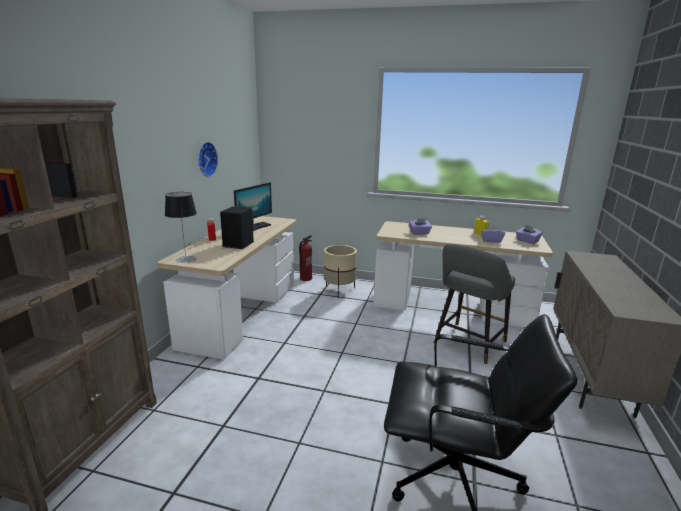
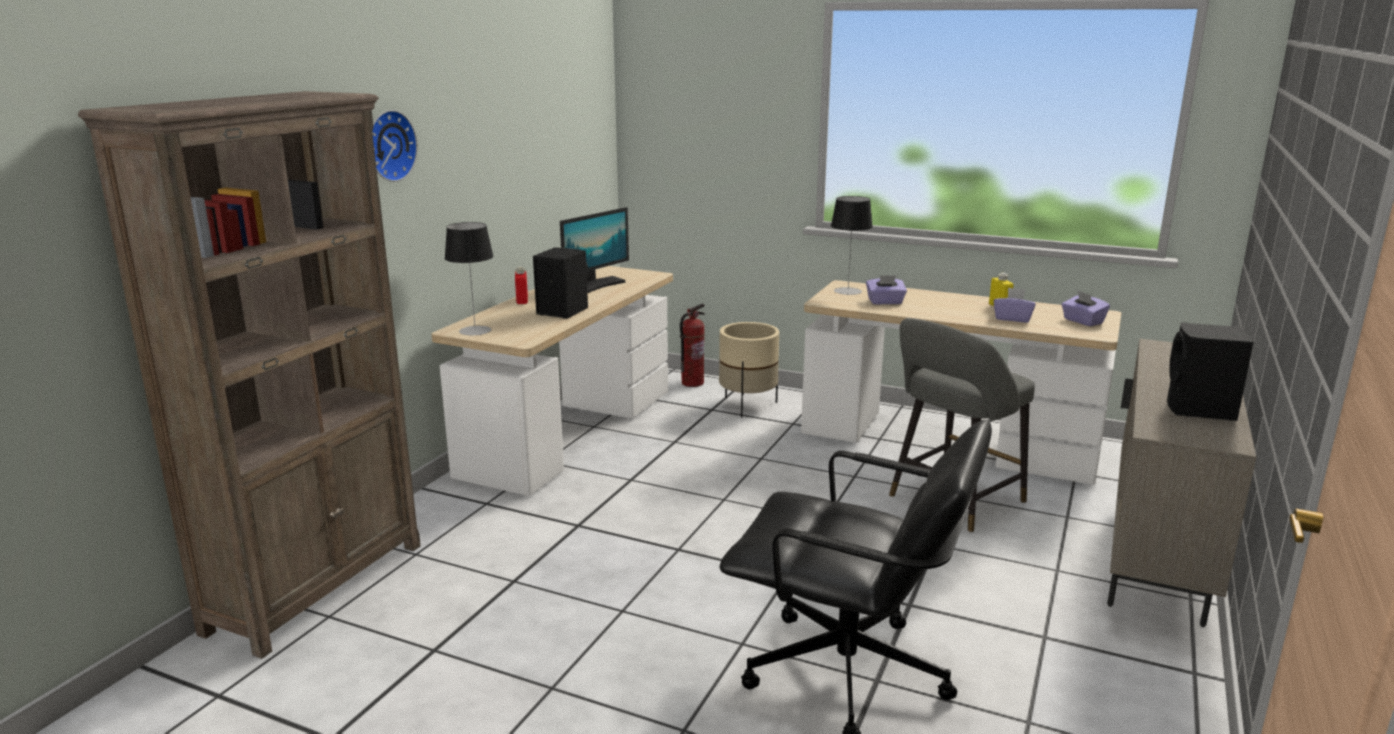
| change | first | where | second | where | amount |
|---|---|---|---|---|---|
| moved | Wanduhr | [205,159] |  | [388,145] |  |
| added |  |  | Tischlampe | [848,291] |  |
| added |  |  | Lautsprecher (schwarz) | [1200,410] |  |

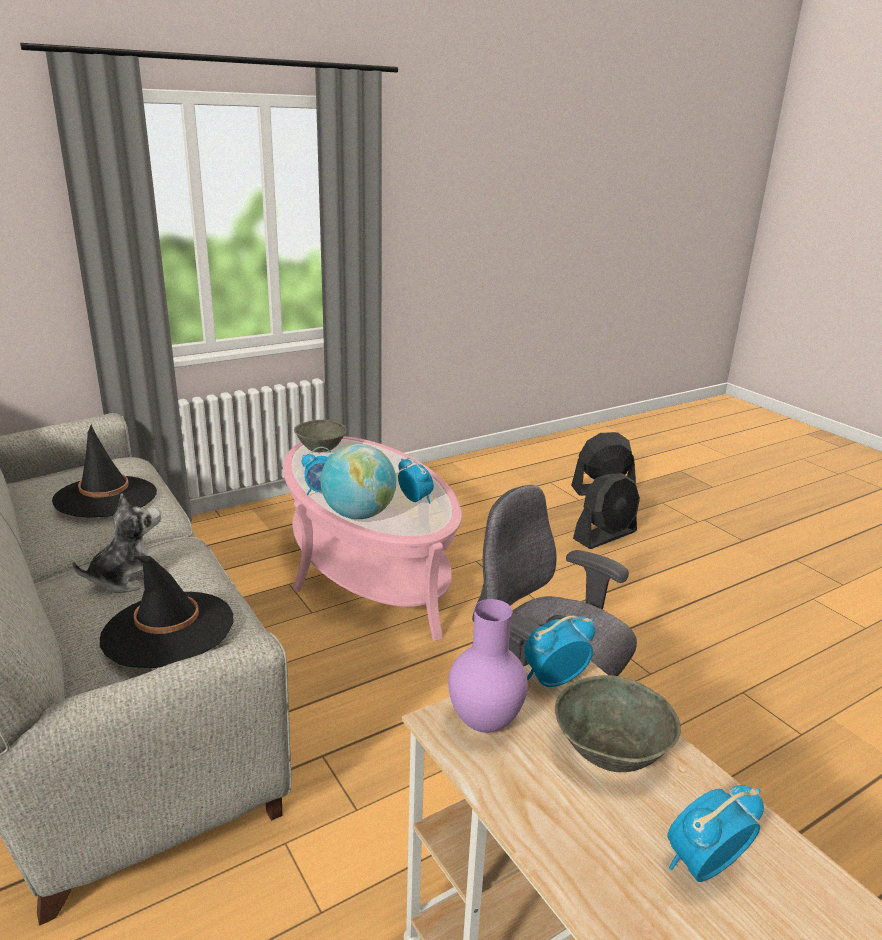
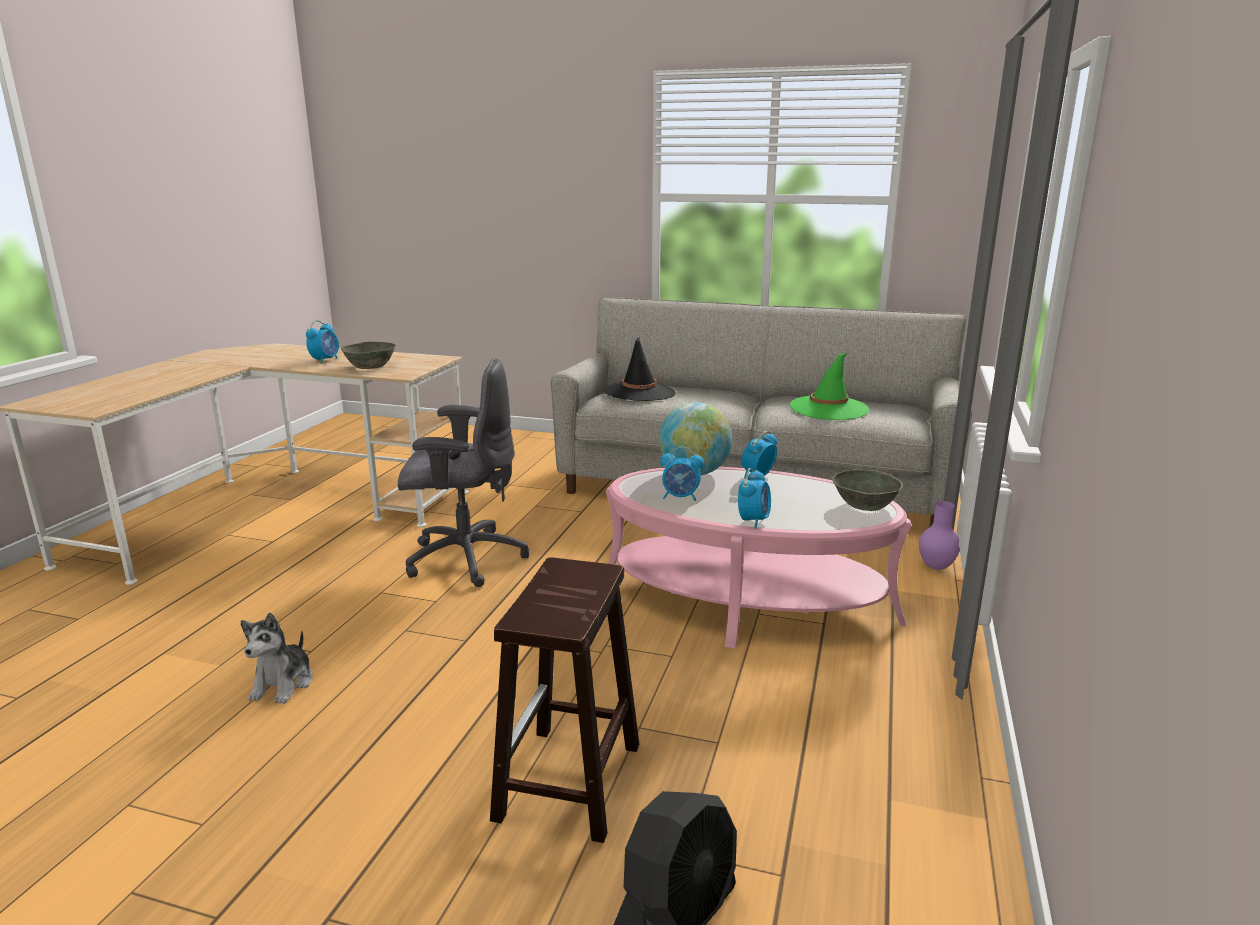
| change | first | where | second | where | amount |
|---|---|---|---|---|---|
| recoloured | Hut (schwarz) | [105,497] | Hut (grün) | [828,408] |  |
| moved | Plüschtier | [127,578] |  | [283,684] |  |
| moved | Vase (lila) | [485,721] |  | [937,567] |  |
| moved | Wecker | [553,680] |  | [753,521] |  |
| replaced | Ventilator (schwarz) | [605,535] | Hocker (braun) | [569,783] |  |

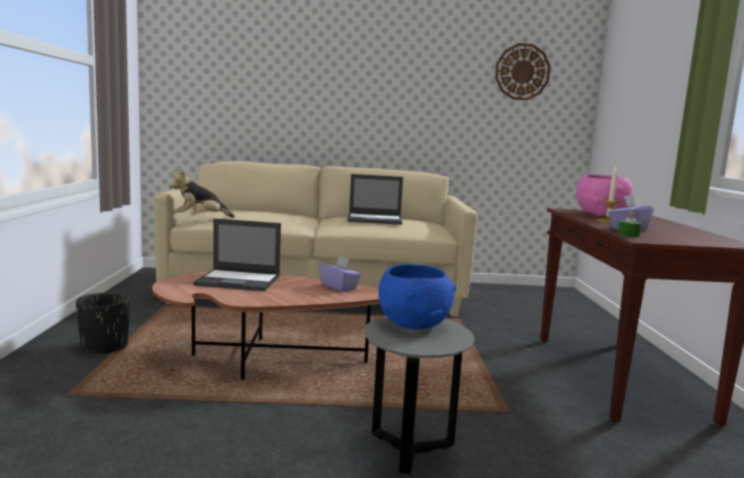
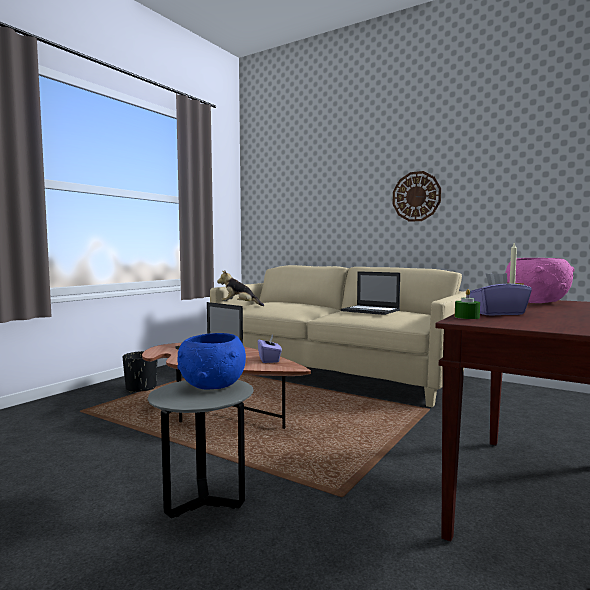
| change | first | where | second | where | amount |
|---|---|---|---|---|---|
| moved | Wanduhr | [522,72] |  | [416,196] |  |

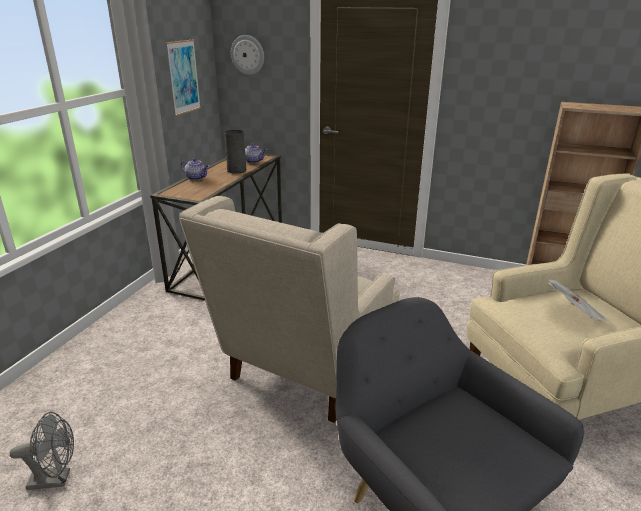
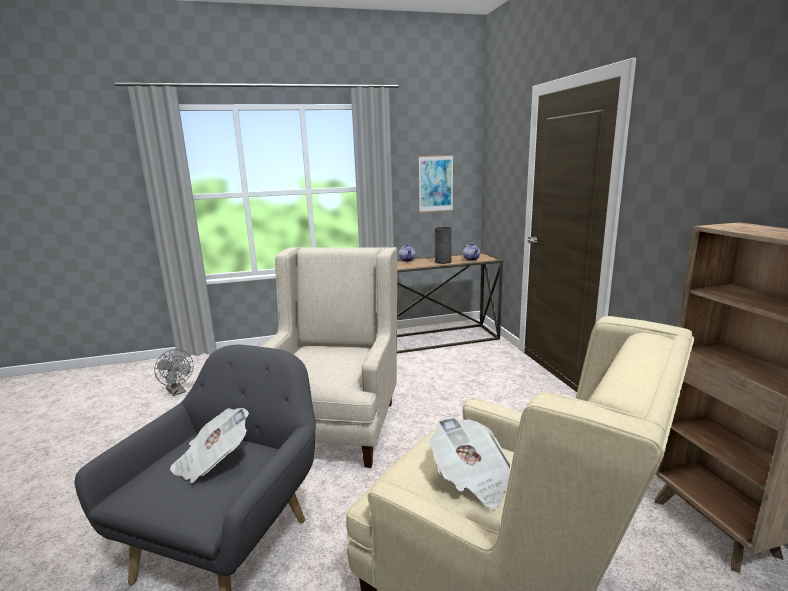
| change | first | where | second | where | amount |
|---|---|---|---|---|---|
| turned | Sessel (beige) | [305,372] |  | [334,421] | 105 degrees clockwise |
| removed | Wanduhr | [248,55] |  |  |  |
| added |  |  | Zeitung | [213,461] |  |

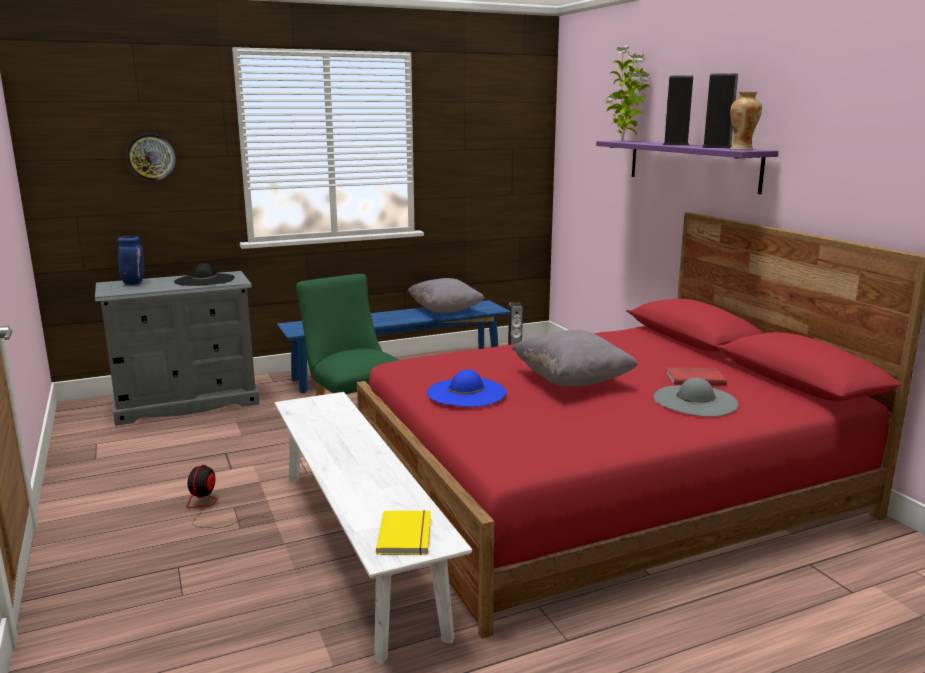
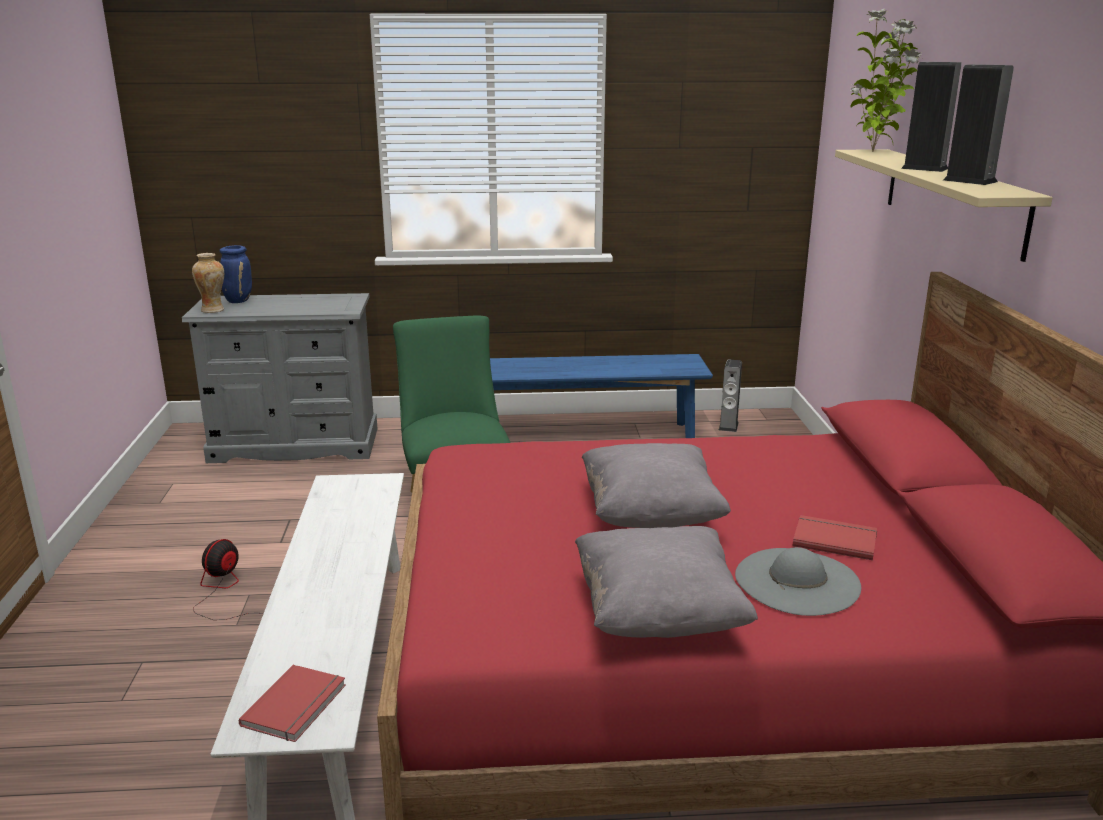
| change | first | where | second | where | amount |
|---|---|---|---|---|---|
| removed | Wanduhr | [151,157] |  |  |  |
| removed | Hut (schwarz) | [204,280] |  |  |  |
| recoloured | Buch (gelb) | [407,535] | Buch (rot) | [297,706] |  |
| moved | Kissen (grau) | [445,310] |  | [658,615] |  |
| removed | Hut (blau) | [466,392] |  |  |  |
| recoloured | Wandregal (lila) | [691,164] | Wandregal (beige) | [952,199] |  |
| moved | Vase | [742,150] |  | [213,310] |  |

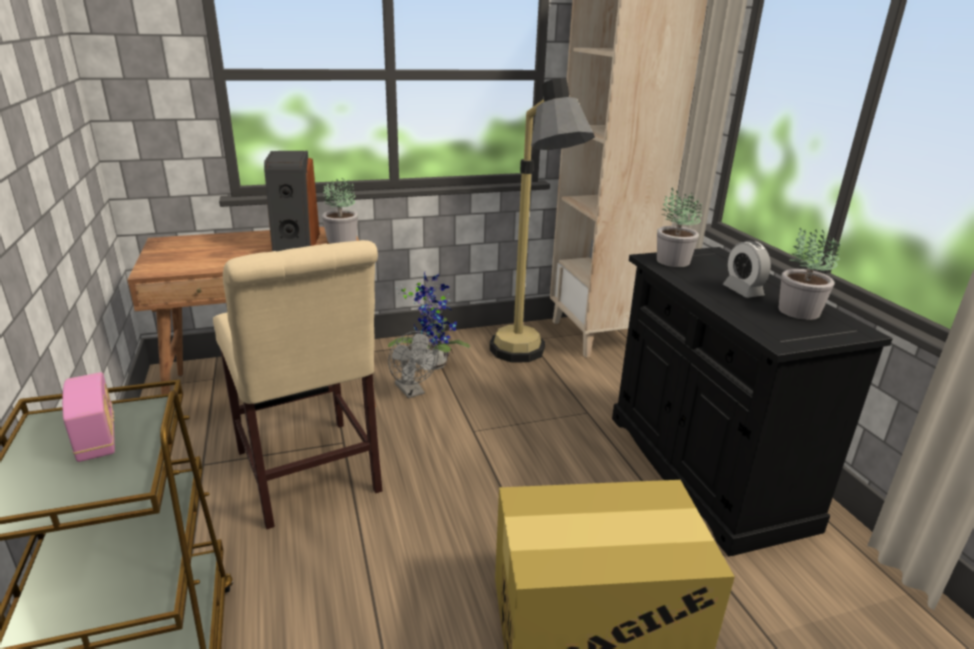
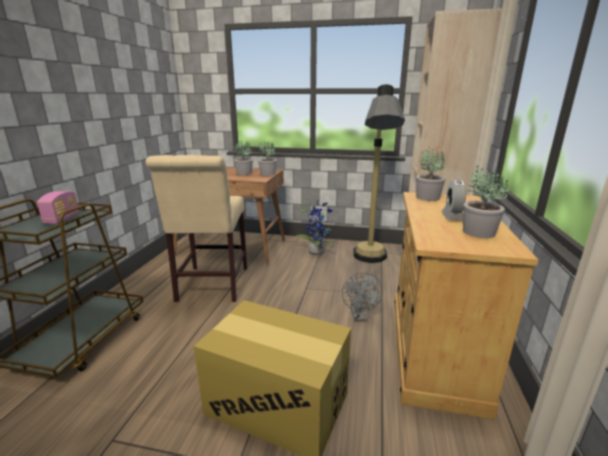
| change | first | where | second | where | amount |
|---|---|---|---|---|---|
| replaced | Lautsprecher | [295,245] | Topfpflanze | [244,173] |  |
| moved | Ventilator (grau) | [412,392] |  | [359,316] |  |
| recoloured | Schrank (schwarz) | [704,469] | Schrank (beige) | [433,348] |  |

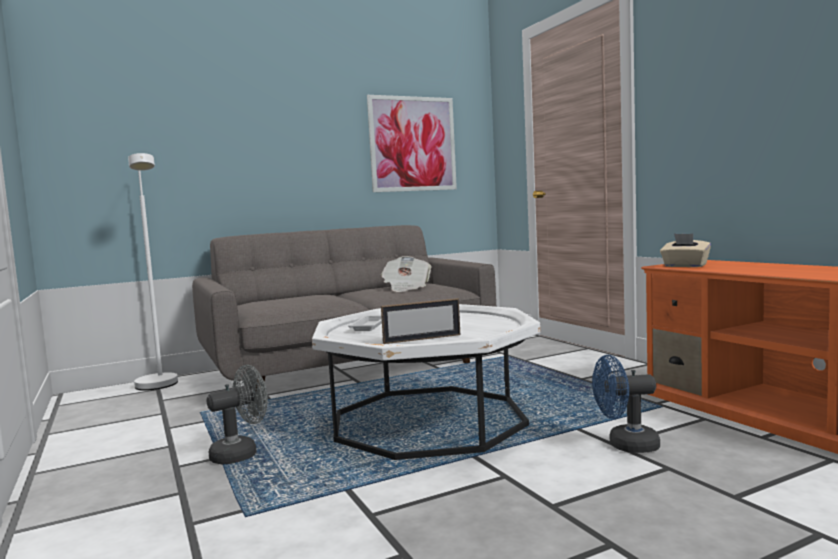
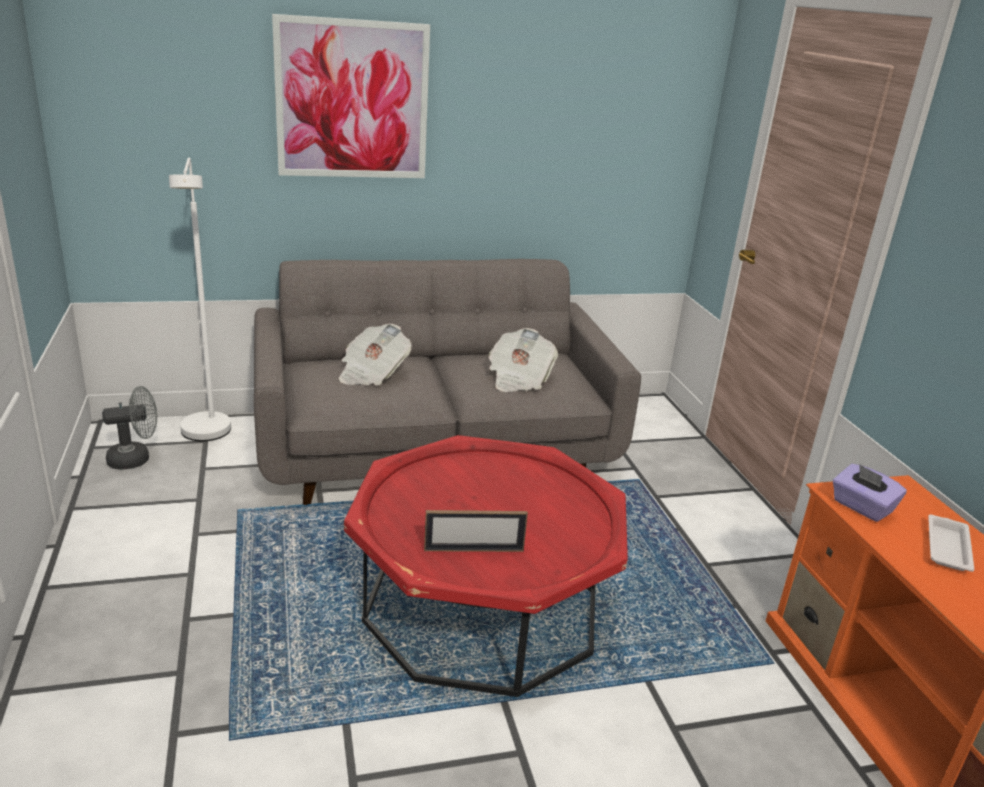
| change | first | where | second | where | amount |
|---|---|---|---|---|---|
| moved | Ventilator (grau) | [241,453] |  | [136,459] |  |
| recoloured | Couchtisch (weiß) | [428,420] | Couchtisch (rot) | [482,606] |  |
| moved | Tablett (weiß) | [369,326] |  | [947,547] |  |
| moved | Bild | [412,144] |  | [352,100] |  |
| removed | Ventilator (blau) | [625,445] |  |  |  |
| recoloured | Taschentuchbox (beige) | [685,266] | Taschentuchbox (lila) | [861,507] |  |
| added |  |  | Zeitung | [372,373] |  |

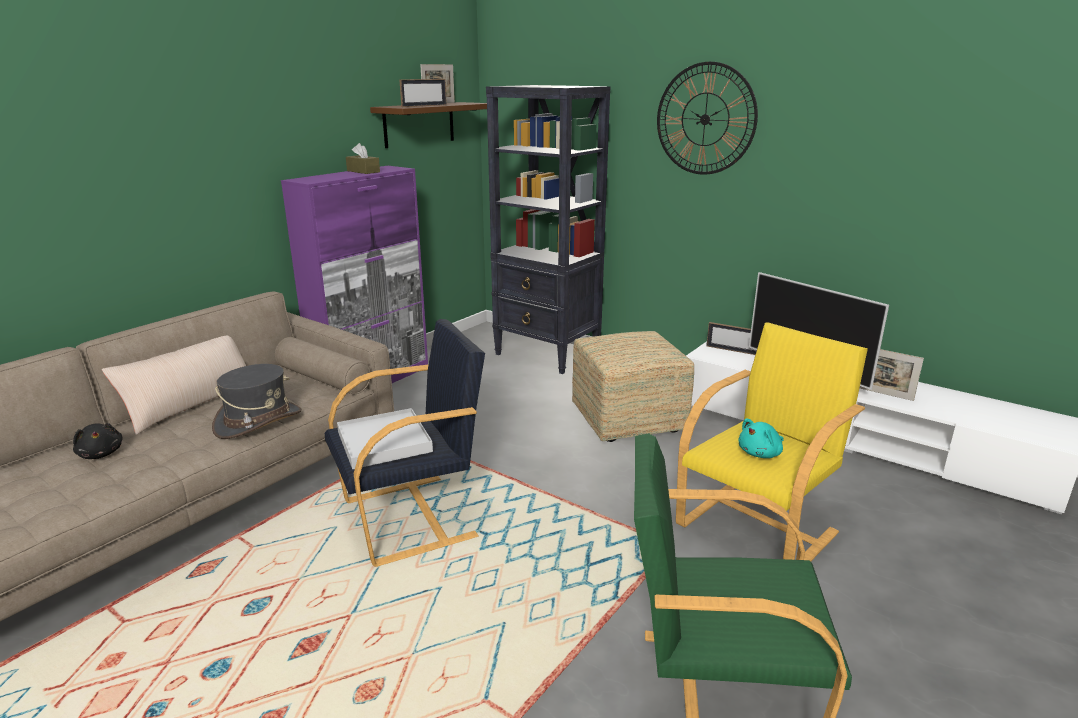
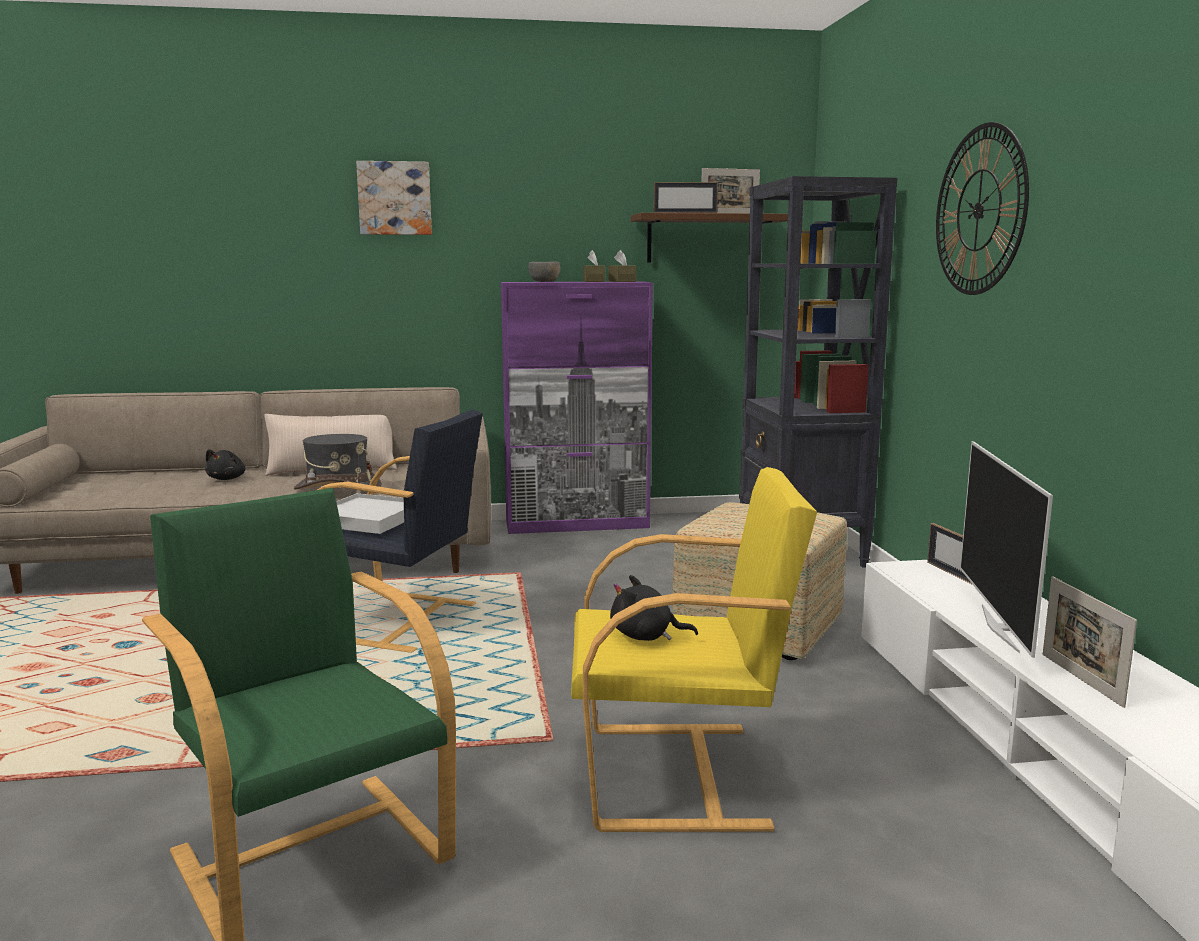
| change | first | where | second | where | amount |
|---|---|---|---|---|---|
| recoloured | Plüschtier (türkis) | [761,453] | Plüschtier (schwarz) | [646,636] |  |
| added |  |  | Bild | [394,198] |  |
| added |  |  | Schüssel (grau) | [544,281] |  |
| added |  |  | Taschentuchbox (braun) | [621,281] |  |

